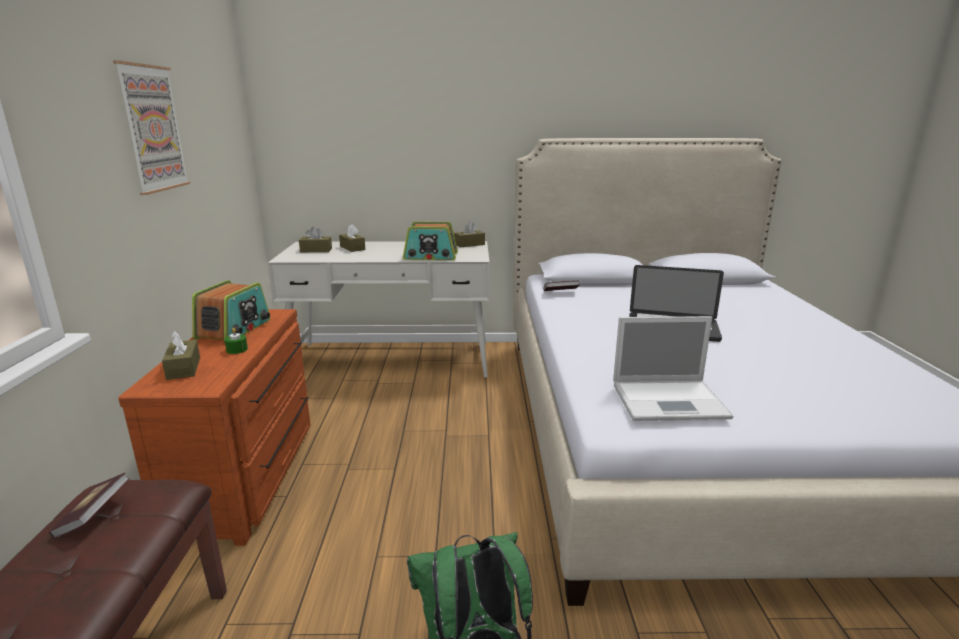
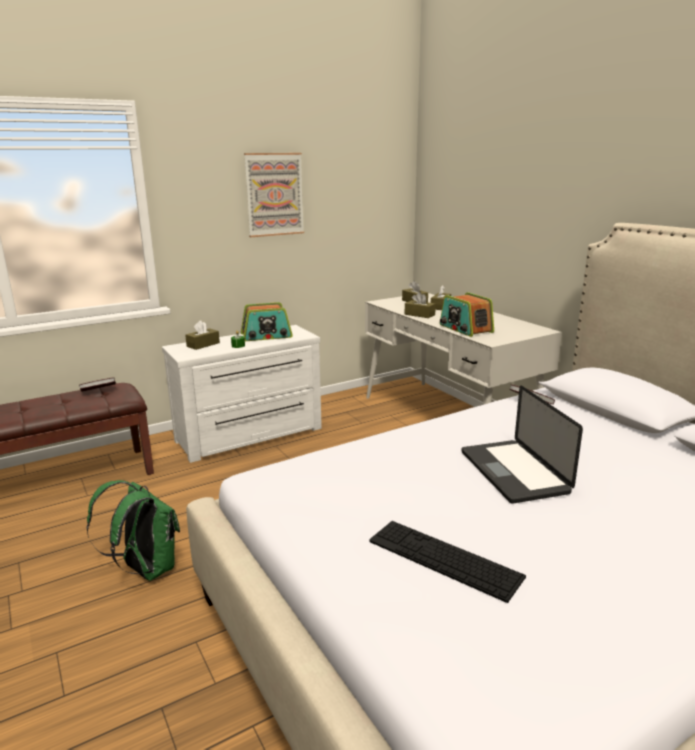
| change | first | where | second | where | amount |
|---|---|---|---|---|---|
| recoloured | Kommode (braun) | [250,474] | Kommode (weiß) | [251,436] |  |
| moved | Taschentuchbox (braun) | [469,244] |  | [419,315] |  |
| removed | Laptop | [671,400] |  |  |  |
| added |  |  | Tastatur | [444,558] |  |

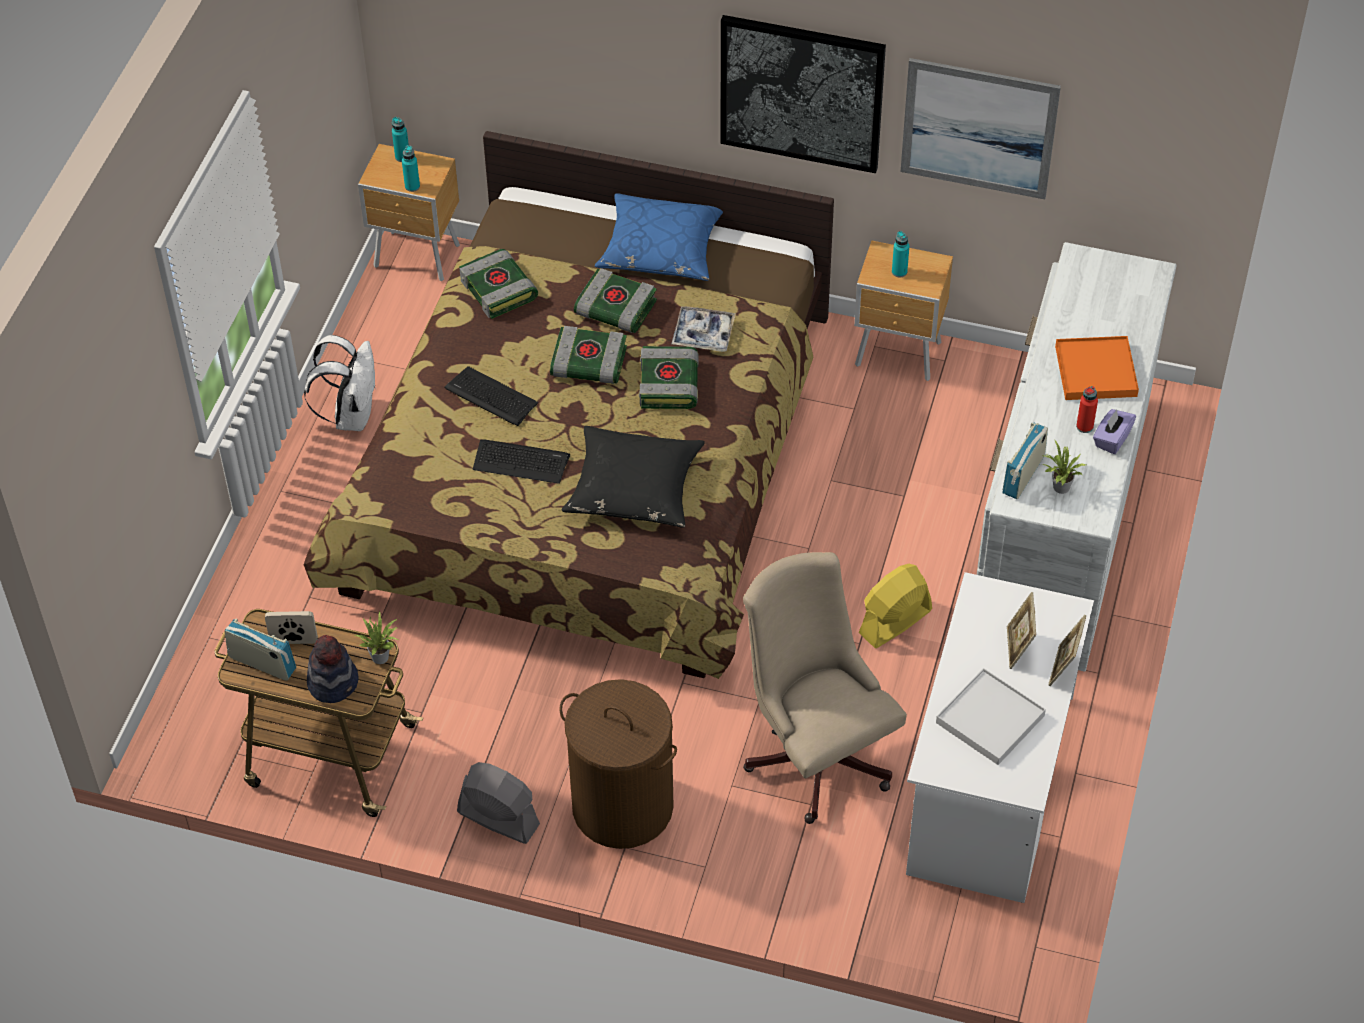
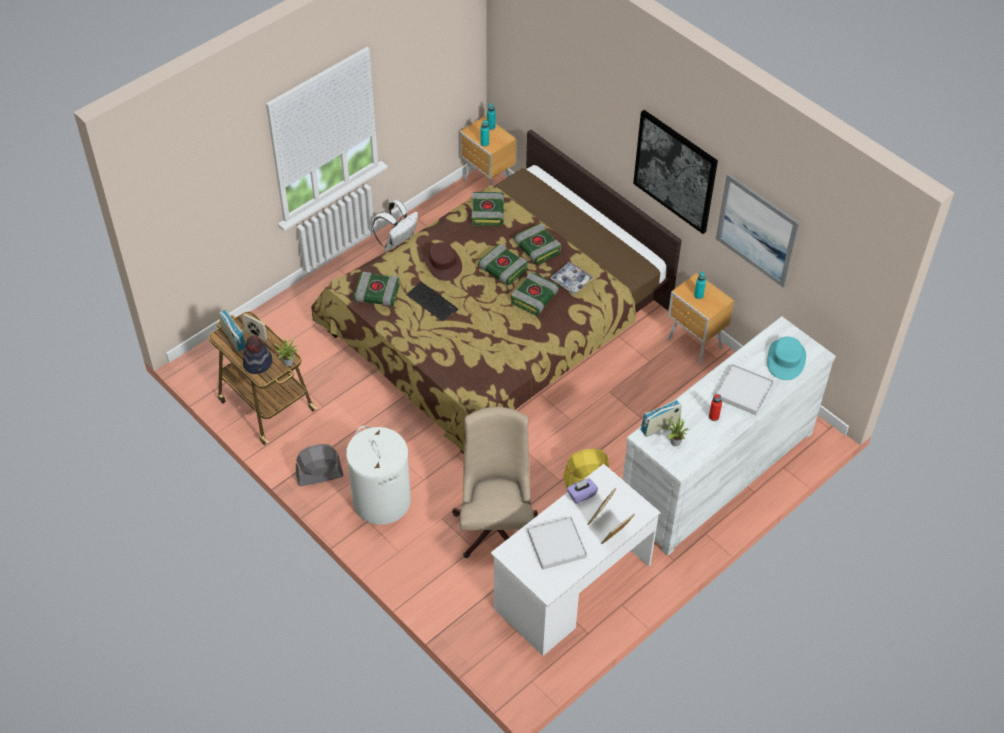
| change | first | where | second | where | amount |
|---|---|---|---|---|---|
| replaced | Tastatur | [491,397] | Hut (braun) | [442,263] |  |
| turned | Ventilator (grau) | [498,818] |  | [319,475] | 75 degrees counterclockwise |
| recoloured | Wäschekorb (braun) | [622,806] | Wäschekorb (weiß) | [381,500] |  |
| removed | Kissen (schwarz) | [634,487] |  |  |  |
| removed | Kissen (blau) | [661,248] |  |  |  |
| recoloured | Tablett (orange) | [1096,371] | Tablett (weiß) | [743,391] |  |
| moved | Taschentuchbox (lila) | [1112,439] |  | [581,495] |  |
| added |  |  | Buch | [376,294] |  |
| added |  |  | Hut (türkis) | [786,360] |  |

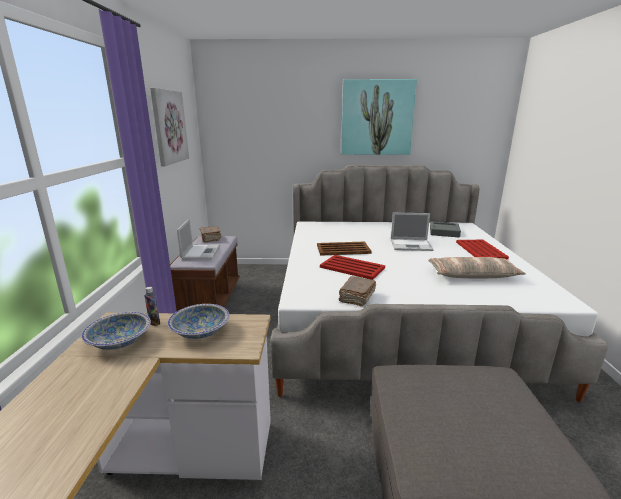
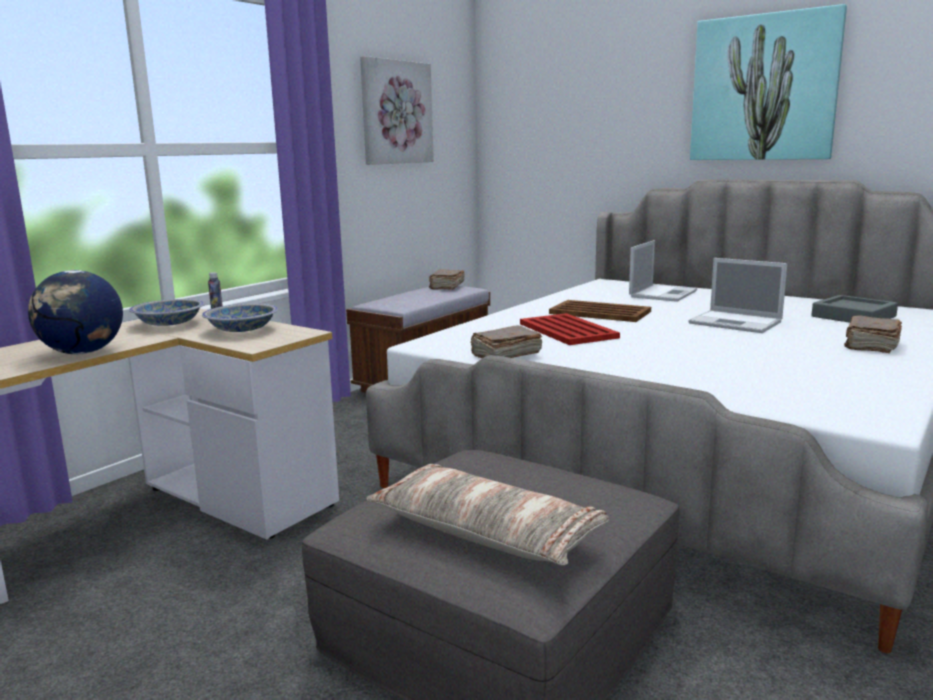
| change | first | where | second | where | amount |
|---|---|---|---|---|---|
| moved | Laptop | [201,252] |  | [663,293] |  |
| moved | Kissen | [472,275] |  | [485,532] |  |
| replaced | Tablett (rot) | [480,250] | Buch (braun) | [870,345] |  |
| added |  |  | Globus | [82,353] |  |

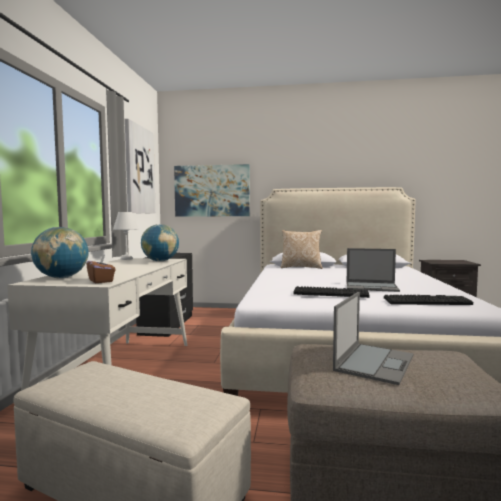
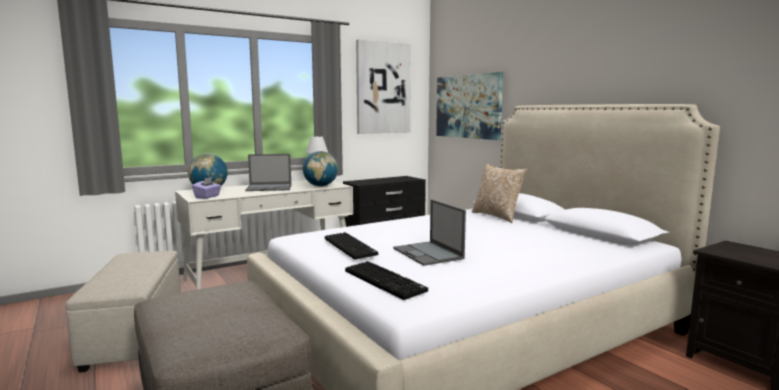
| change | first | where | second | where | amount |
|---|---|---|---|---|---|
| recoloured | Taschentuchbox (braun) | [101,281] | Taschentuchbox (lila) | [207,197] |  |
| moved | Laptop | [374,362] |  | [269,188] |  |

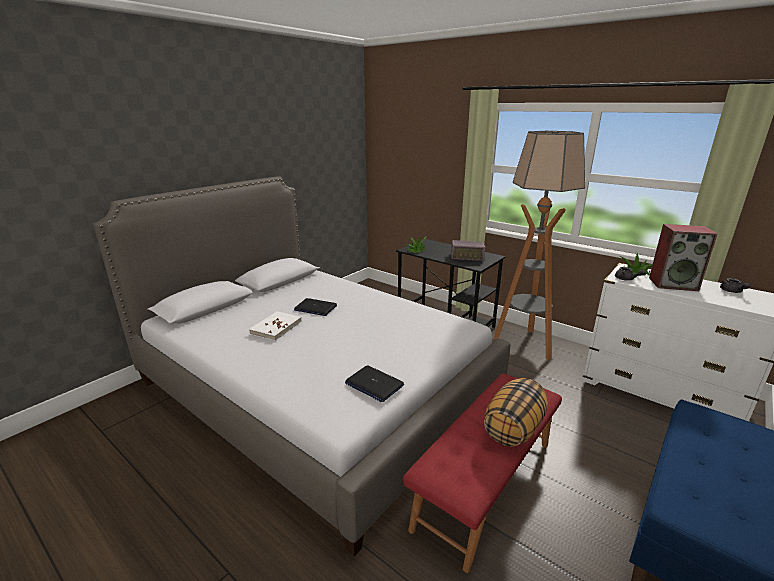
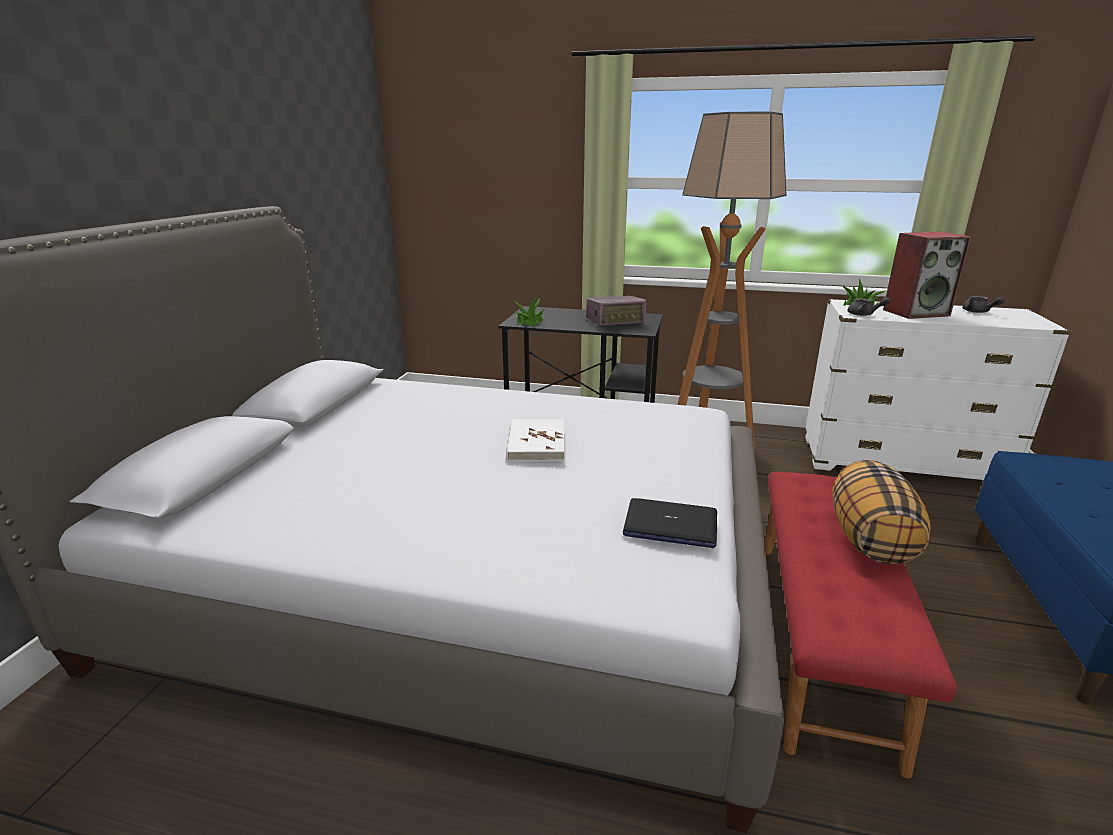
| change | first | where | second | where | amount |
|---|---|---|---|---|---|
| moved | Buch (weiß) | [276,327] |  | [536,443] |  |
| removed | Laptop | [315,308] |  |  |  |

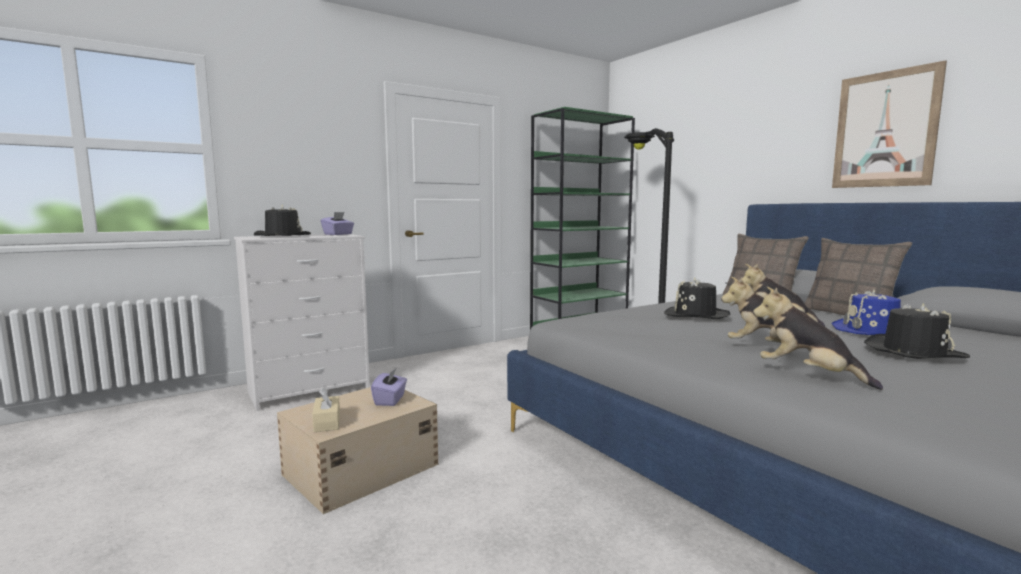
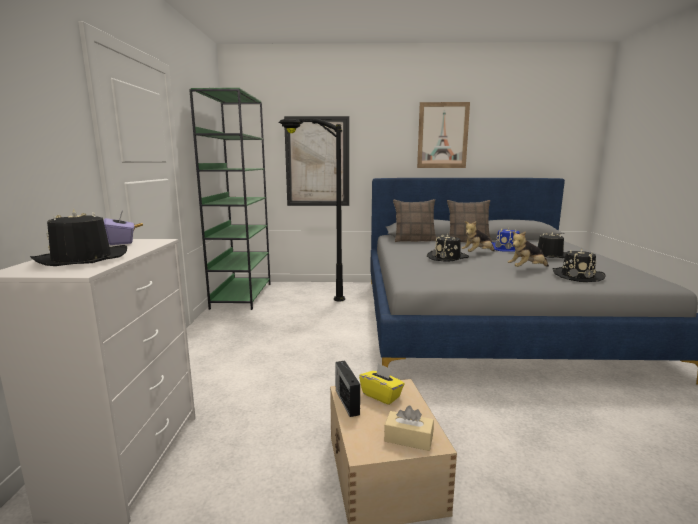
| change | first | where | second | where | amount |
|---|---|---|---|---|---|
| recoloured | Taschentuchbox (lila) | [390,400] | Taschentuchbox (gelb) | [381,395] |  |
| replaced | Plüschtier | [808,375] | Hut (schwarz) | [577,276] |  |
| added |  |  | Bild | [317,162] |  |
| added |  |  | Radio | [347,401] |  |

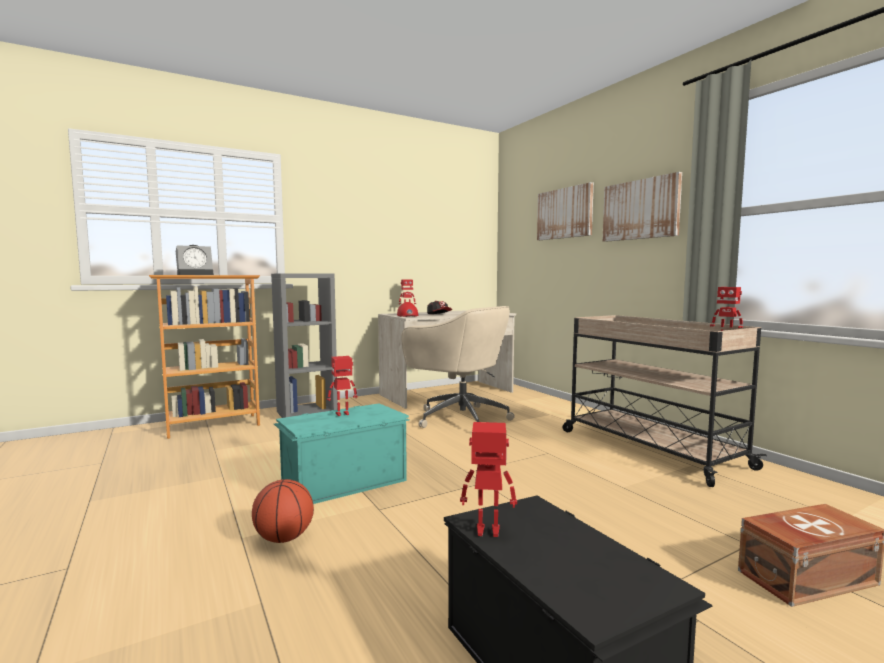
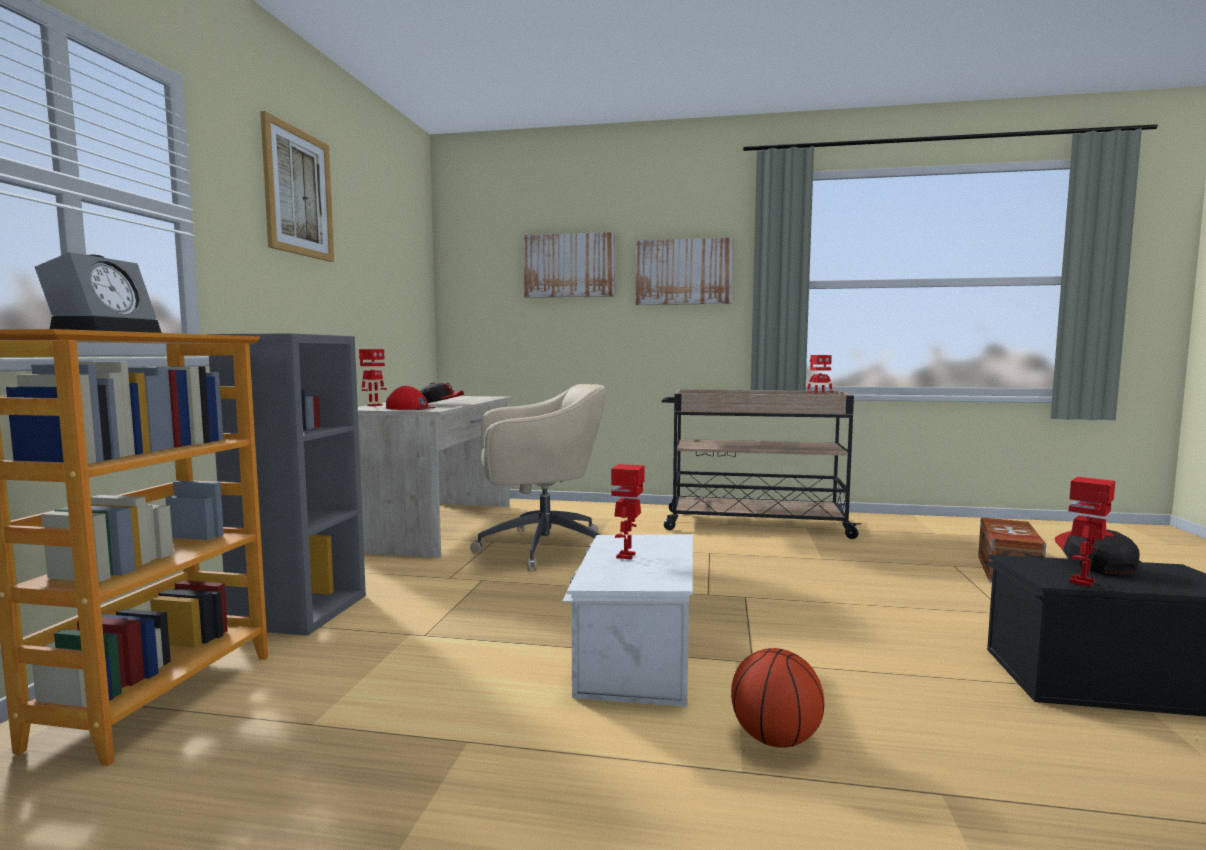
| change | first | where | second | where | amount |
|---|---|---|---|---|---|
| recoloured | Aufbewahrungsbox (türkis) | [342,480] | Aufbewahrungsbox (weiß) | [634,658] |  |
| added |  |  | Bild | [298,193] |  |
| added |  |  | Kappe | [1094,564] |  |

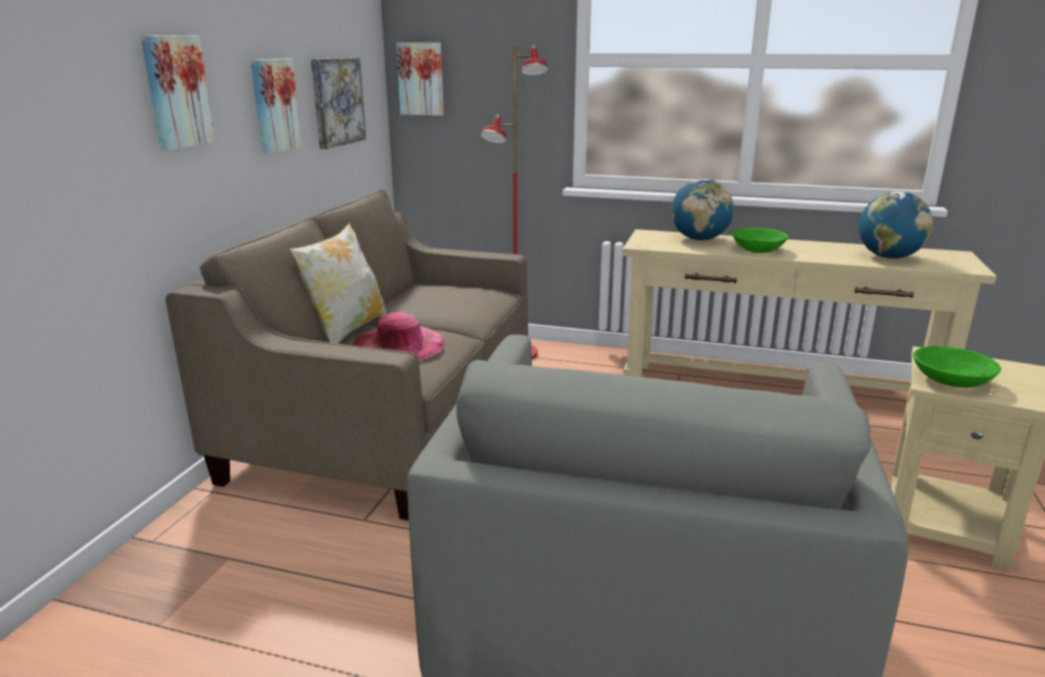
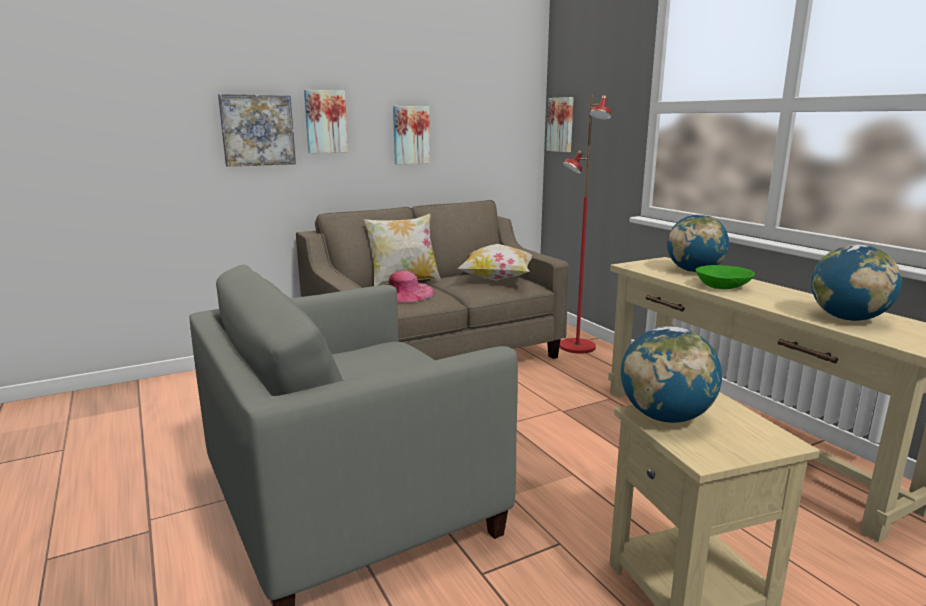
| change | first | where | second | where | amount |
|---|---|---|---|---|---|
| moved | Bild | [337,101] |  | [257,130] |  |
| replaced | Schüssel (grün) | [950,381] | Globus | [665,417] |  |
| added |  |  | Kissen | [497,279] |  |

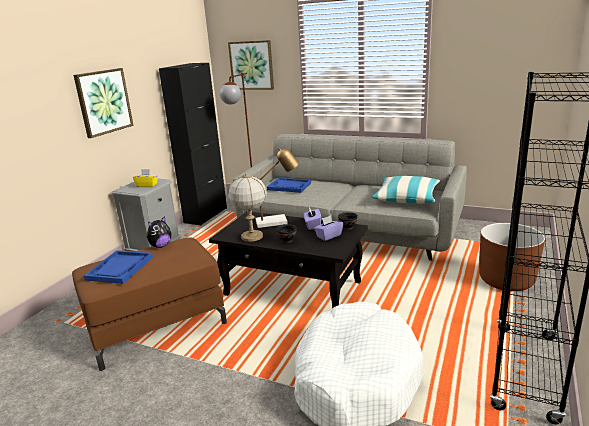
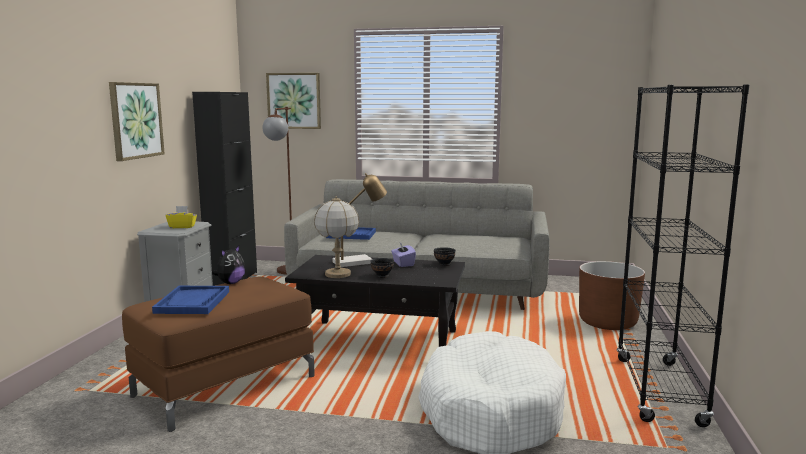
| change | first | where | second | where | amount |
|---|---|---|---|---|---|
| removed | Taschentuchbox (lila) | [328,236] |  |  |  |
| removed | Kissen | [406,198] |  |  |  |

